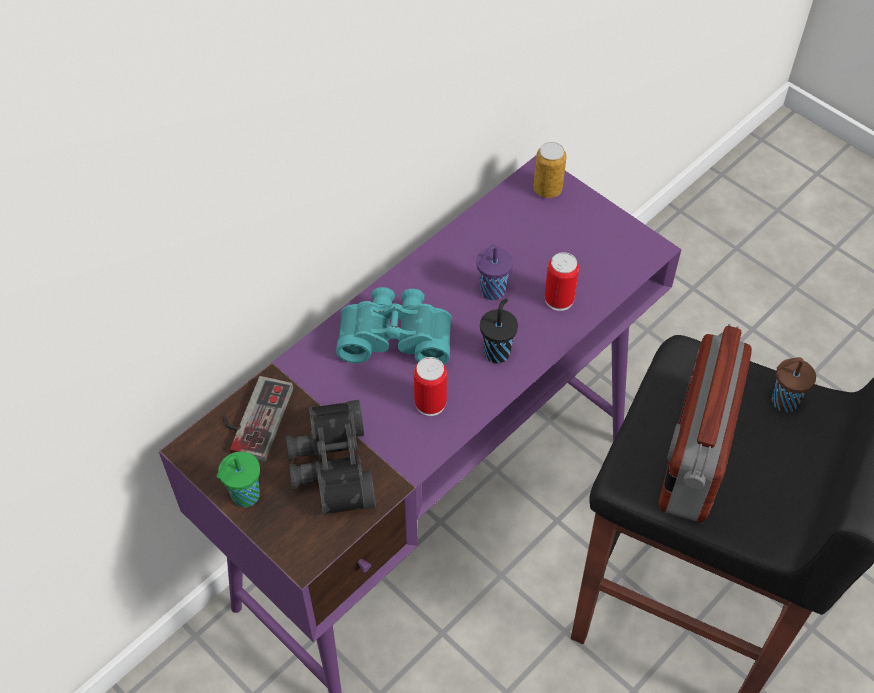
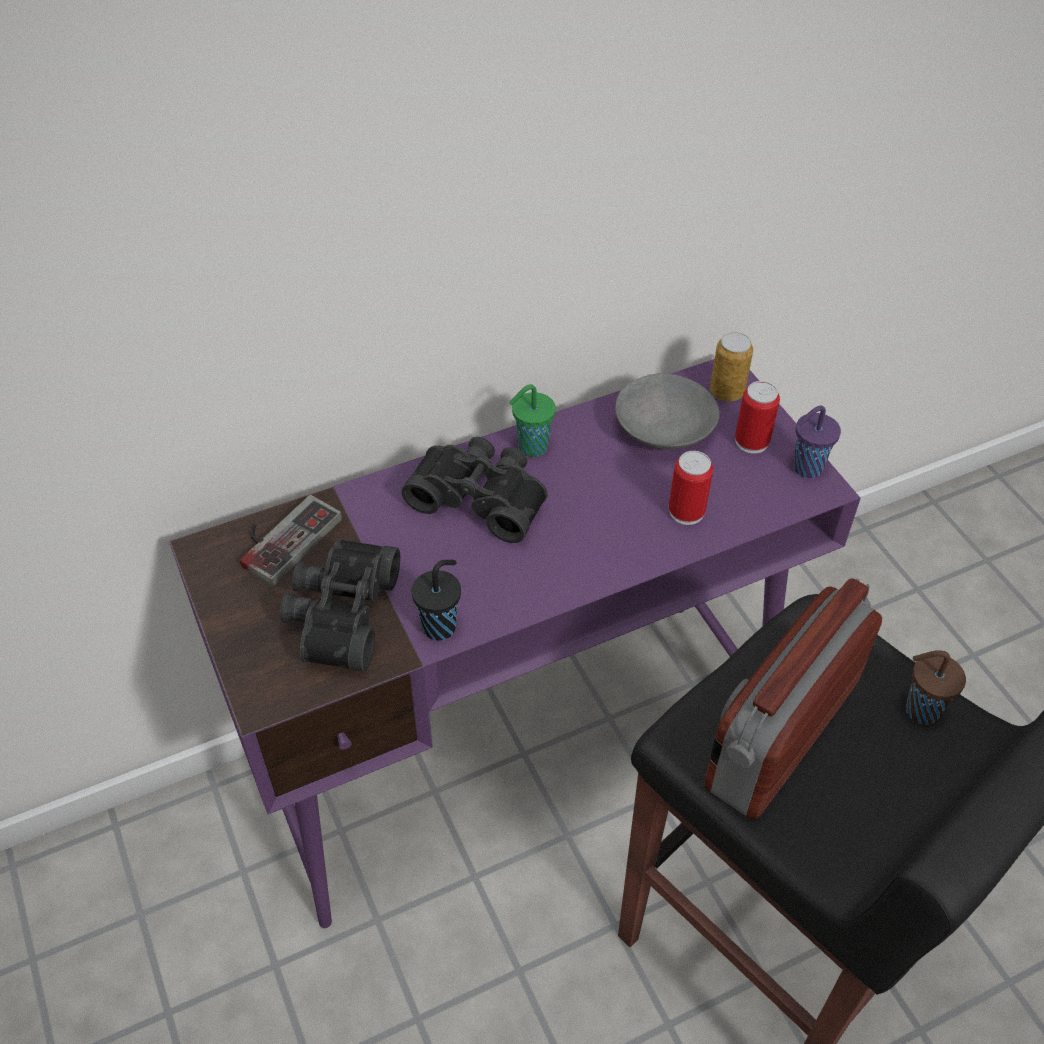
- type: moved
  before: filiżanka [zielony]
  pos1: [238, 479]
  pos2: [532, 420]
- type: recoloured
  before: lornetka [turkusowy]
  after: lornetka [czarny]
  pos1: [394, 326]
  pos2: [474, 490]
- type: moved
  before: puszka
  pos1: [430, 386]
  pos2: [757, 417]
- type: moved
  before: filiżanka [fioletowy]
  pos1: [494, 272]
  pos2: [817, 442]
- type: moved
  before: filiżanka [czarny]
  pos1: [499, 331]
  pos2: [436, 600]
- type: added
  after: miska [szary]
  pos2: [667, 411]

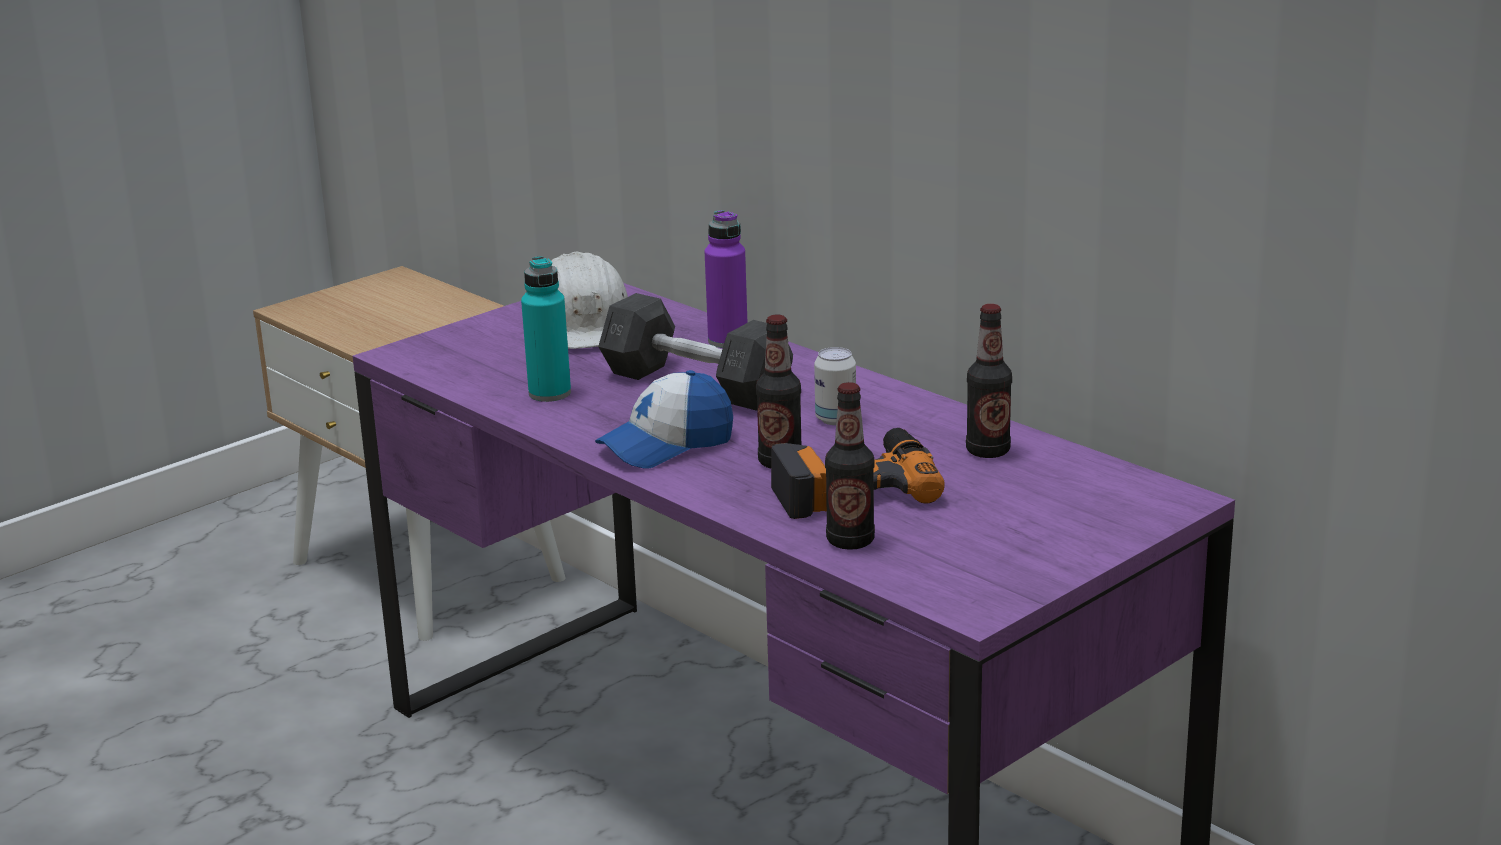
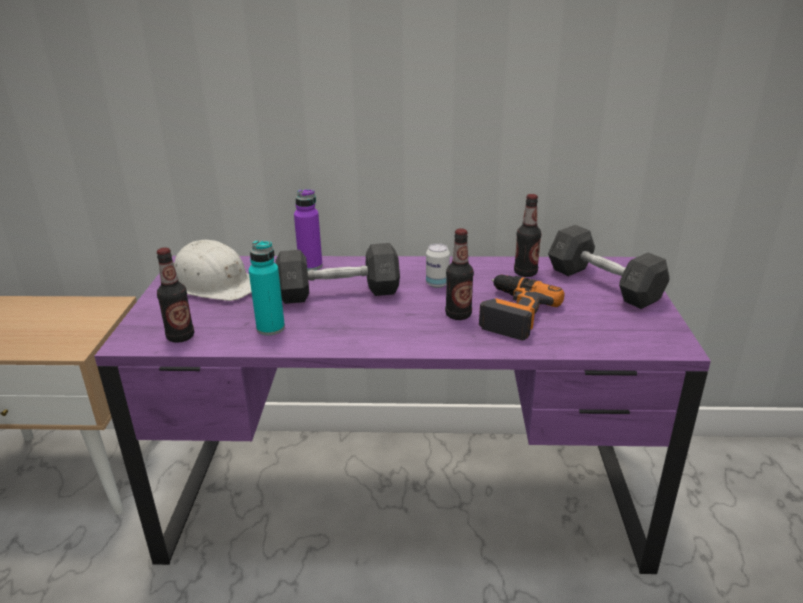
- type: removed
  before: czapka z daszkiem
  pos1: [664, 419]
- type: moved
  before: butelka
  pos1: [850, 466]
  pos2: [175, 295]
- type: added
  after: hantel [szary]
  pos2: [608, 267]

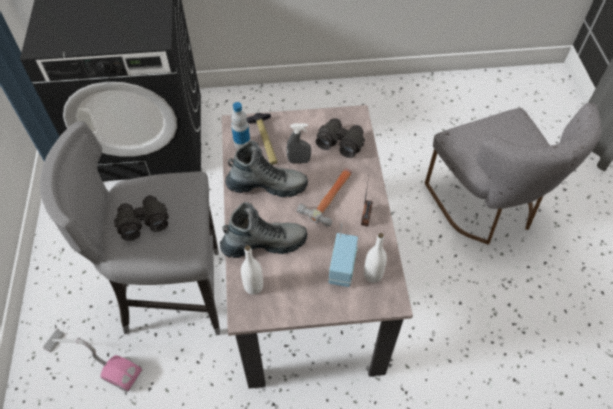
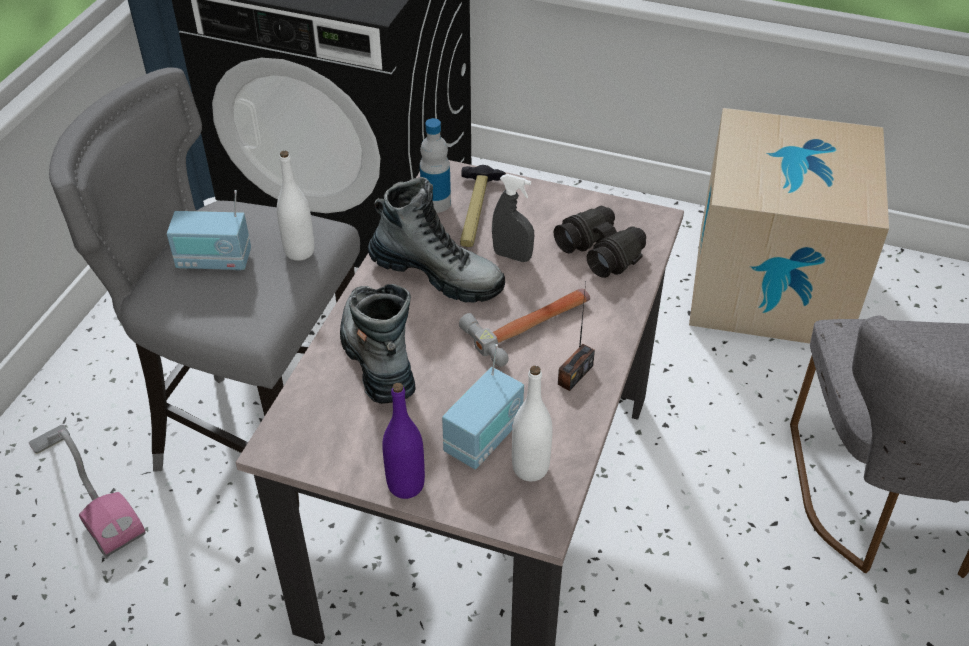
- type: replaced
  before: lornetka [czarny]
  after: radio
  pos1: [141, 218]
  pos2: [209, 230]
- type: turned
  before: but z cholewką
  pos1: [263, 230]
  pos2: [378, 344]
  turn: -120
- type: moved
  before: butelka [biały]
  pos1: [252, 270]
  pos2: [295, 206]
- type: added
  after: butelka [fioletowy]
  pos2: [403, 441]
- type: added
  after: karton
  pos2: [789, 226]

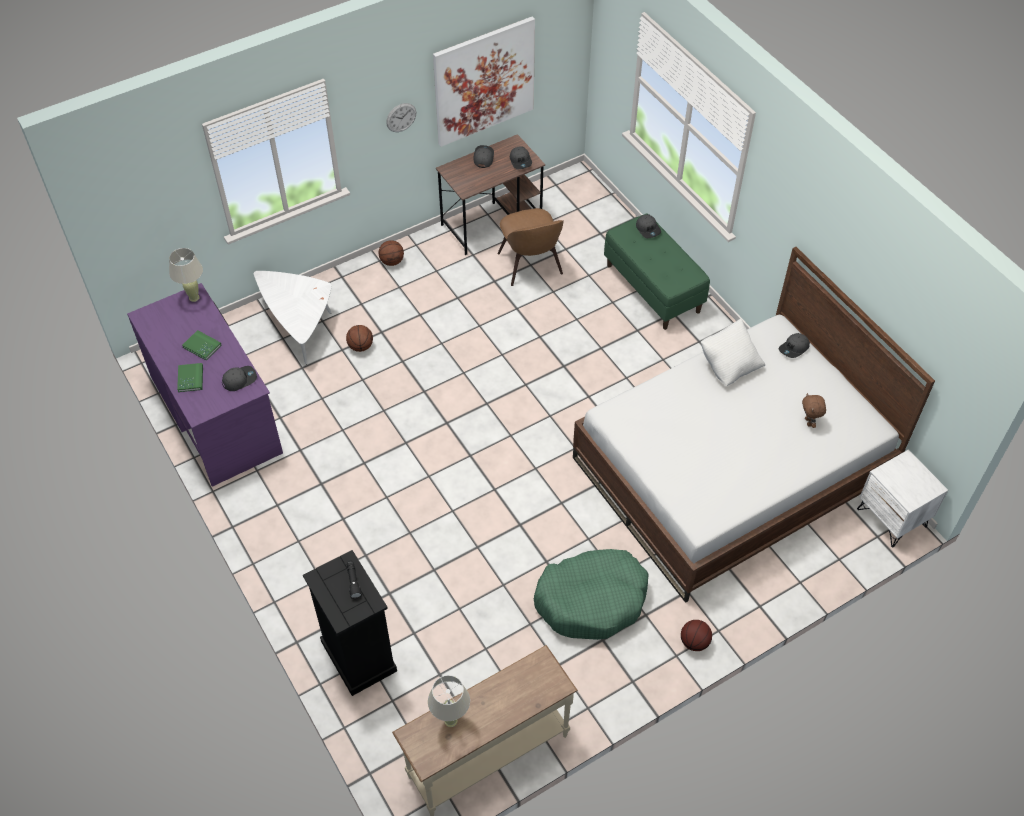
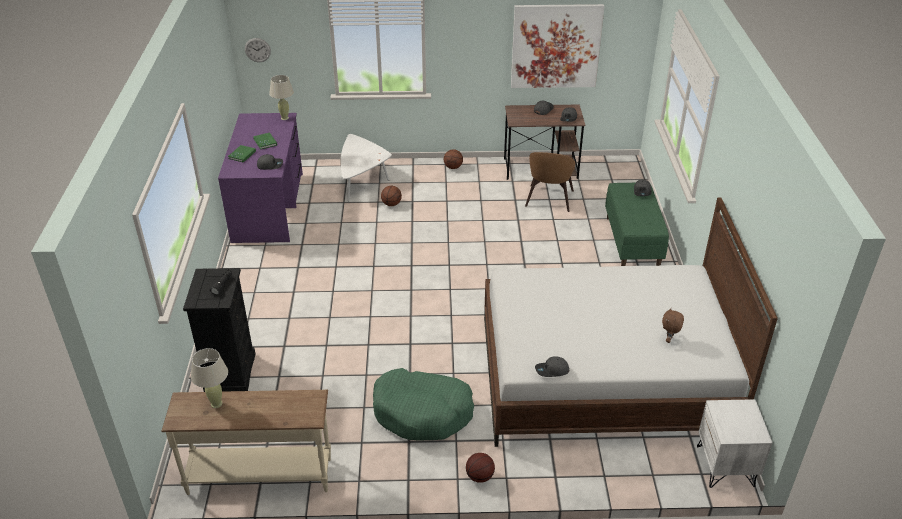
- type: moved
  before: zegar ścienny
  pos1: [401, 117]
  pos2: [258, 50]
- type: removed
  before: poduszka [biały]
  pos1: [733, 352]
- type: moved
  before: czapka z daszkiem [szary]
  pos1: [794, 345]
  pos2: [552, 366]

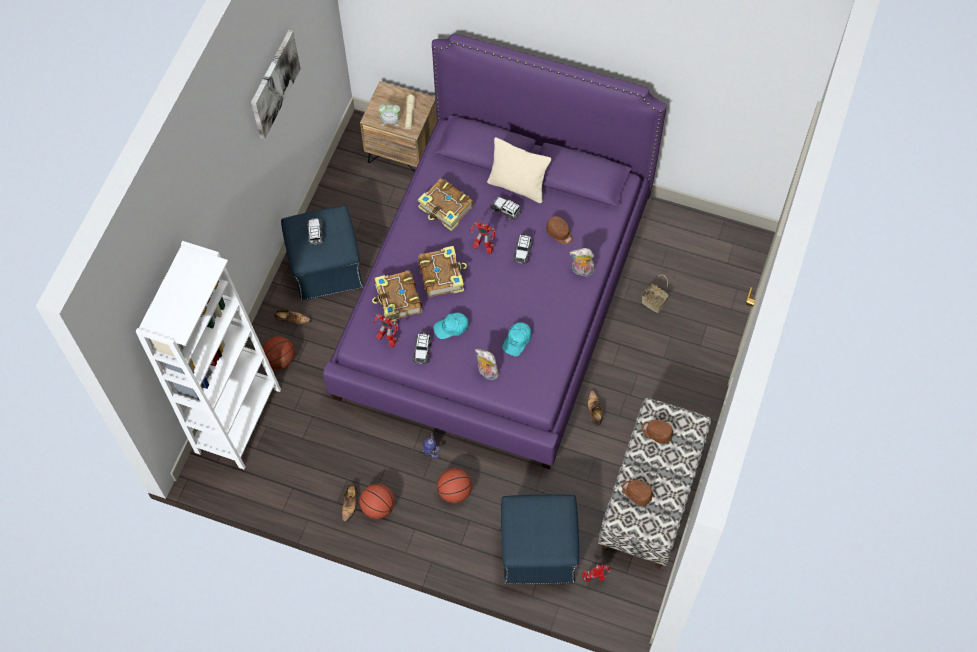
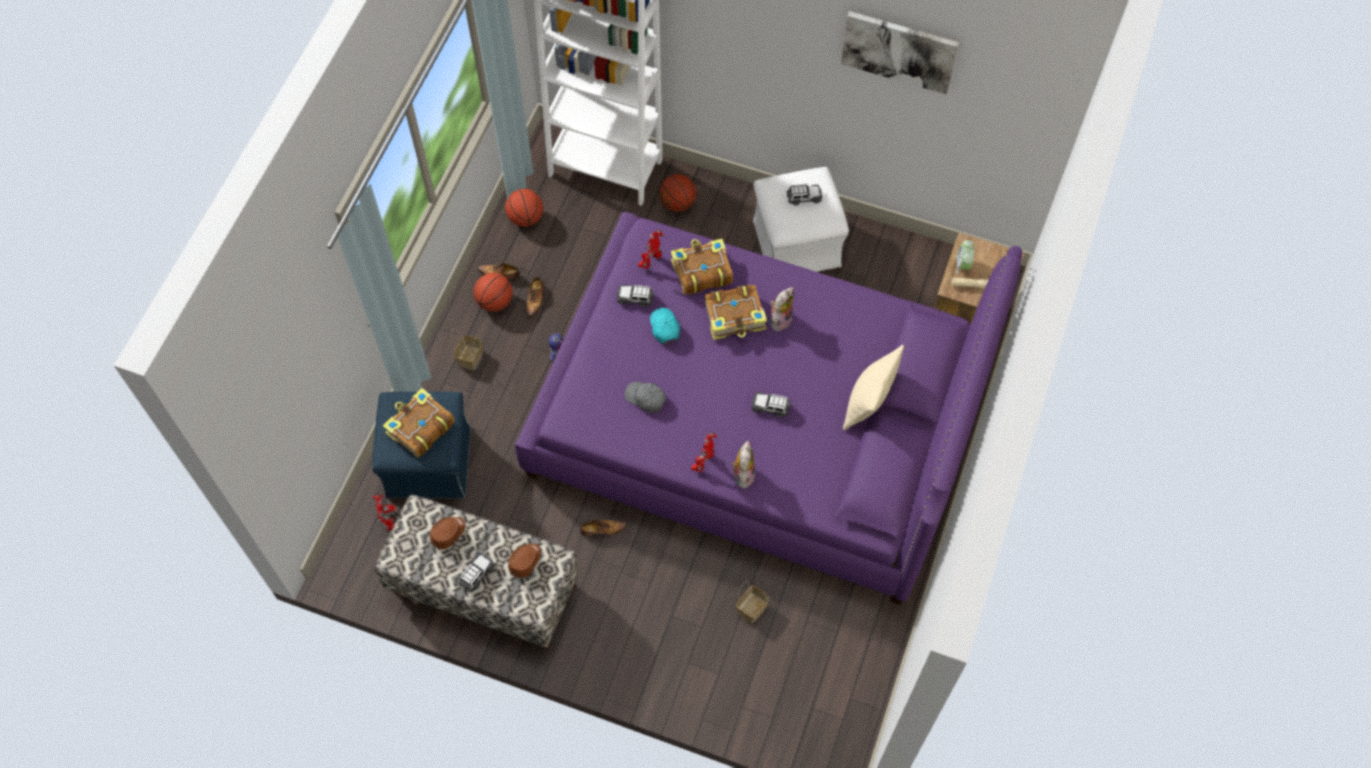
- type: moved
  before: but
  pos1: [292, 317]
  pos2: [535, 297]
- type: recoloured
  before: pufa [niebieski]
  after: pufa [biały]
  pos1: [322, 253]
  pos2: [801, 219]
- type: moved
  before: książka
  pos1: [445, 204]
  pos2: [419, 423]
- type: moved
  before: piłka do koszykówki
  pos1: [454, 485]
  pos2: [524, 208]
- type: moved
  before: robot zabawkowy
  pos1: [483, 237]
  pos2: [704, 452]
- type: moved
  before: pluszak
  pos1: [487, 364]
  pos2: [782, 309]
- type: moved
  before: samochodzik
  pos1: [506, 208]
  pos2: [476, 572]
- type: recoloured
  before: czapka z daszkiem [turkusowy]
  after: czapka z daszkiem [szary]
  pos1: [516, 339]
  pos2: [645, 397]
- type: removed
  before: czapka z daszkiem [brązowy]
  pos1: [559, 230]
- type: added
  after: koszyk
  pos2: [466, 349]

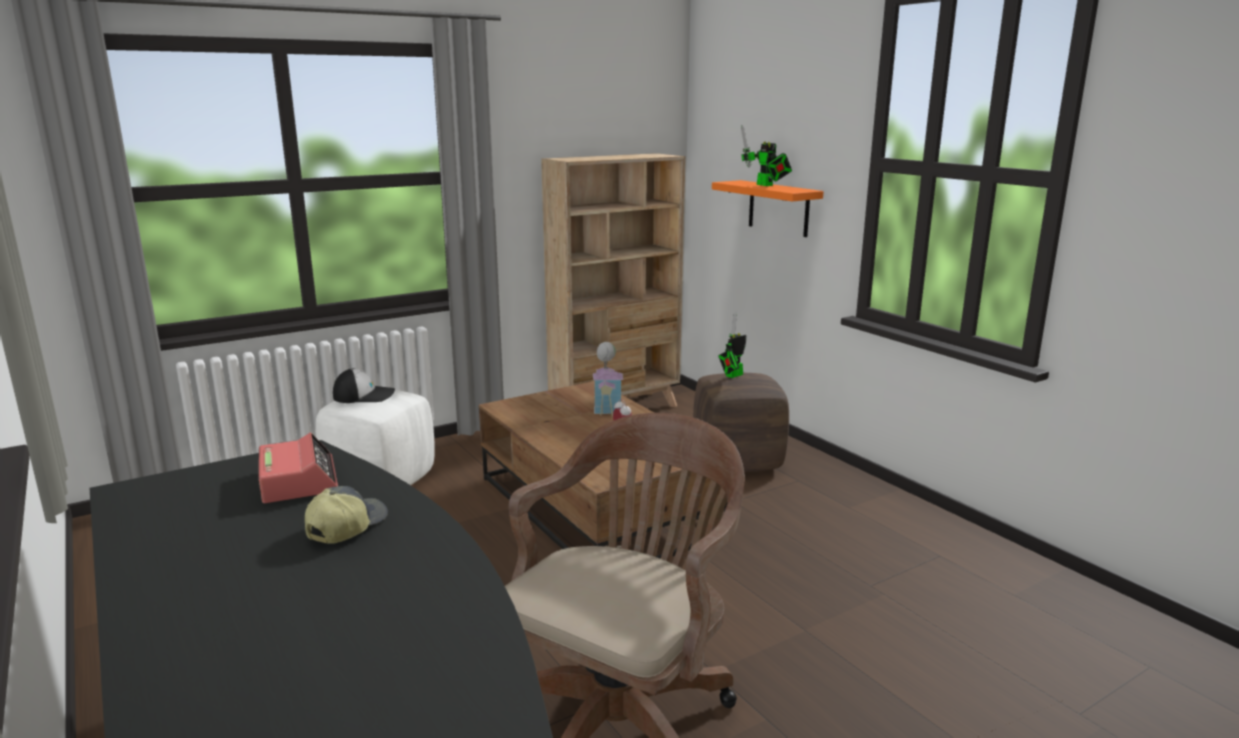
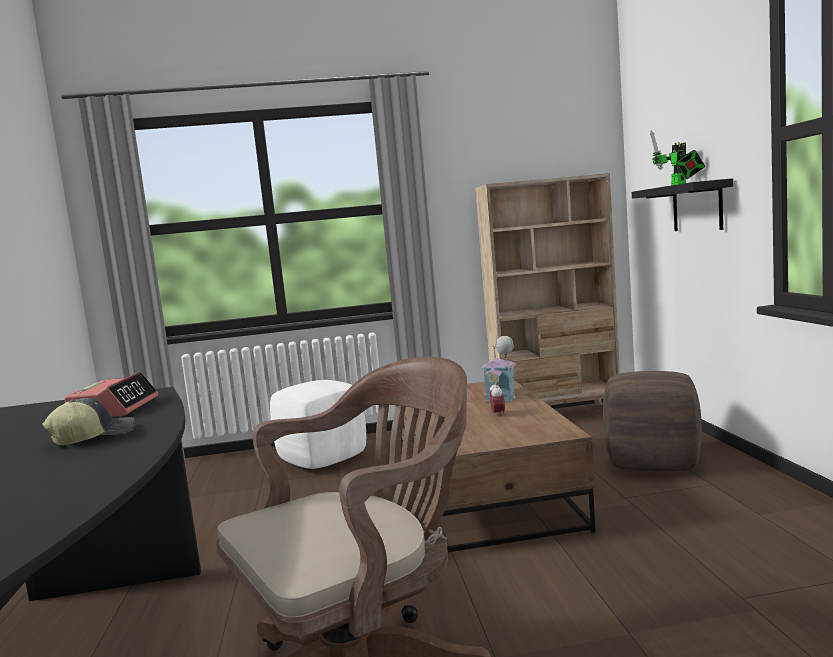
- type: removed
  before: czapka z daszkiem
  pos1: [364, 386]
- type: recoloured
  before: półka [pomarańczowy]
  after: półka [czarny]
  pos1: [768, 208]
  pos2: [682, 204]
- type: removed
  before: robot zabawkowy
  pos1: [732, 344]

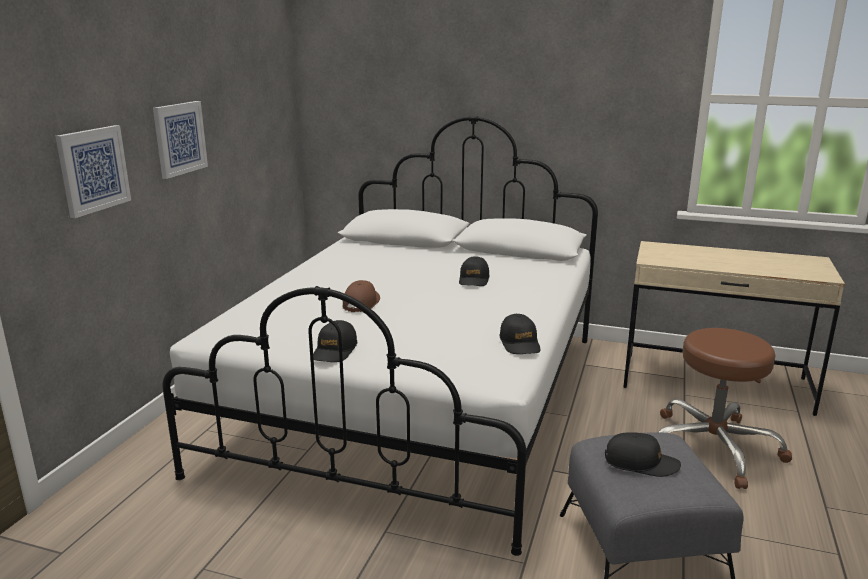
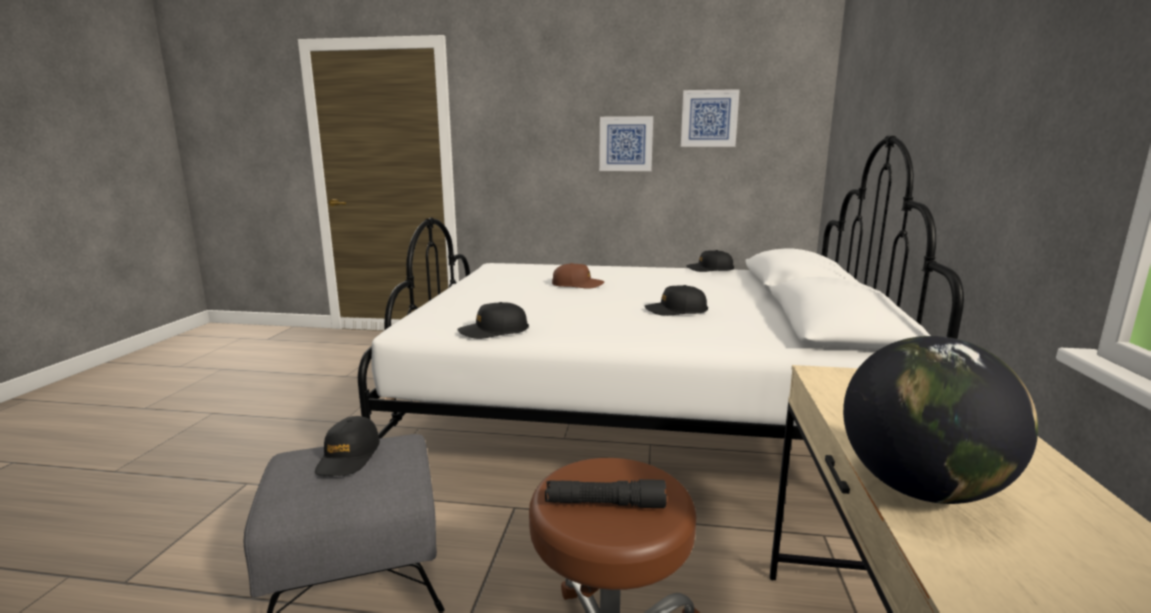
- type: moved
  before: obraz
  pos1: [93, 171]
  pos2: [710, 118]
- type: moved
  before: czapka z daszkiem [czarny]
  pos1: [335, 341]
  pos2: [710, 261]
- type: added
  after: latarka [czarny]
  pos2: [606, 493]
- type: added
  after: globus
  pos2: [940, 420]

